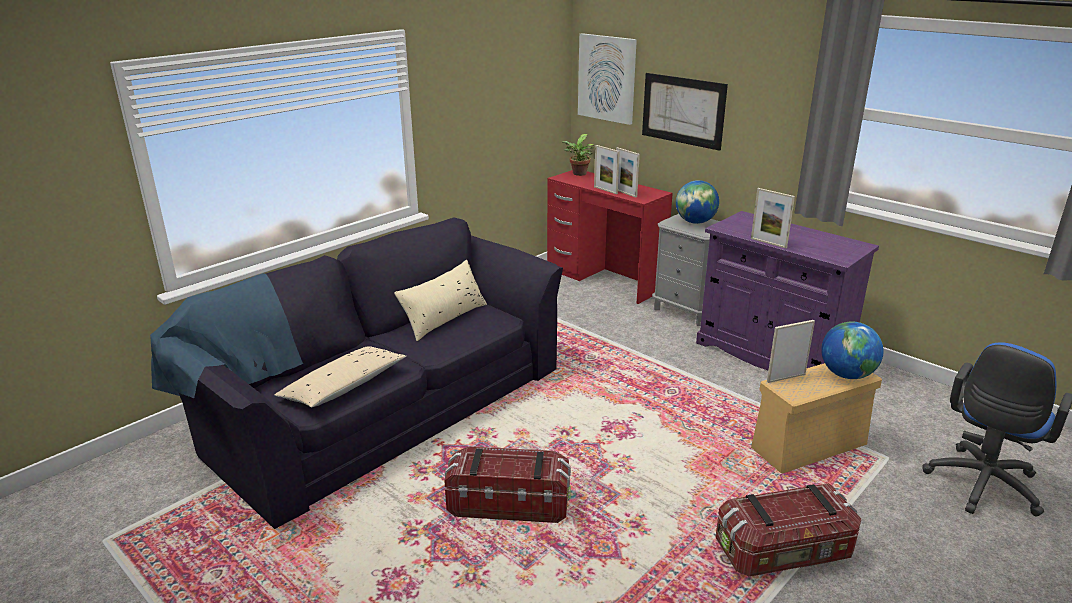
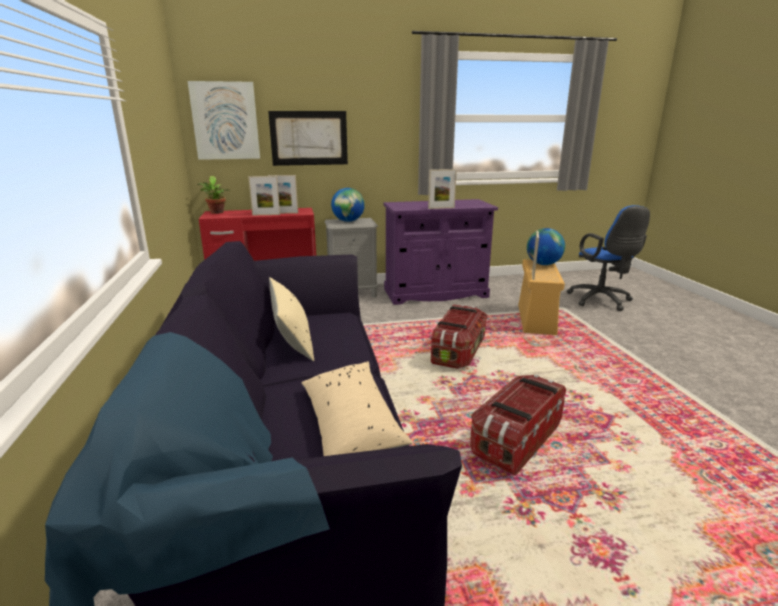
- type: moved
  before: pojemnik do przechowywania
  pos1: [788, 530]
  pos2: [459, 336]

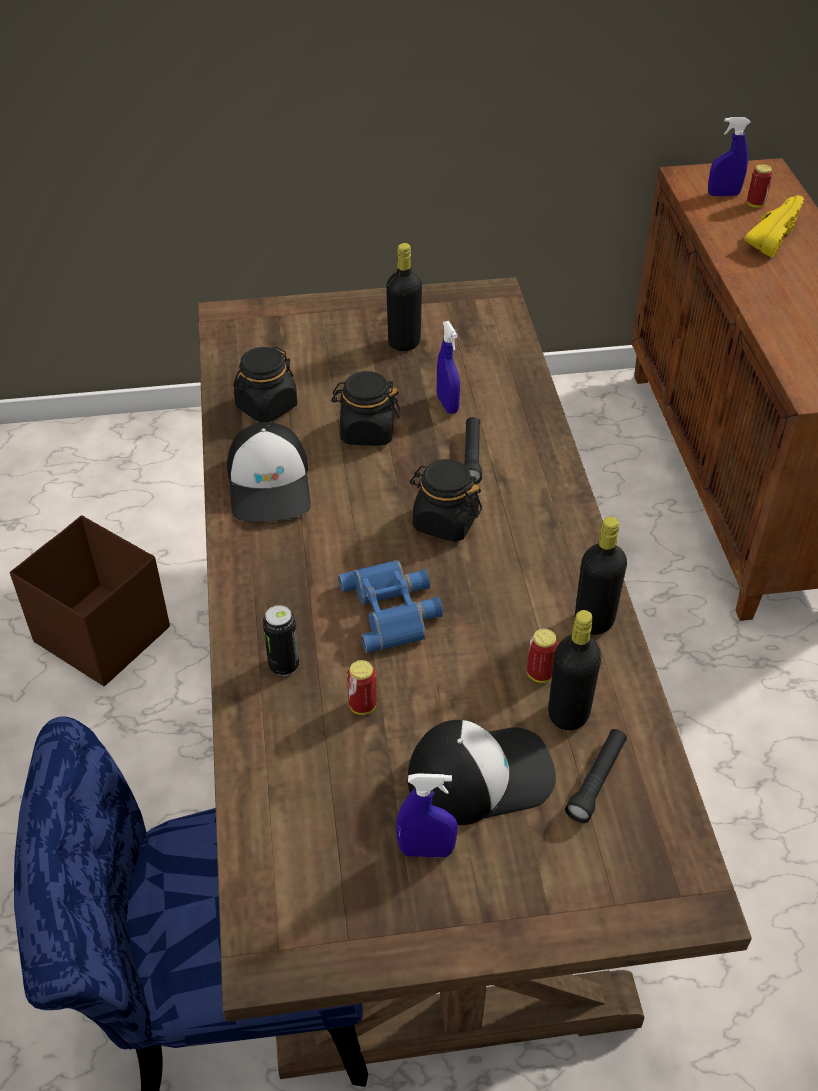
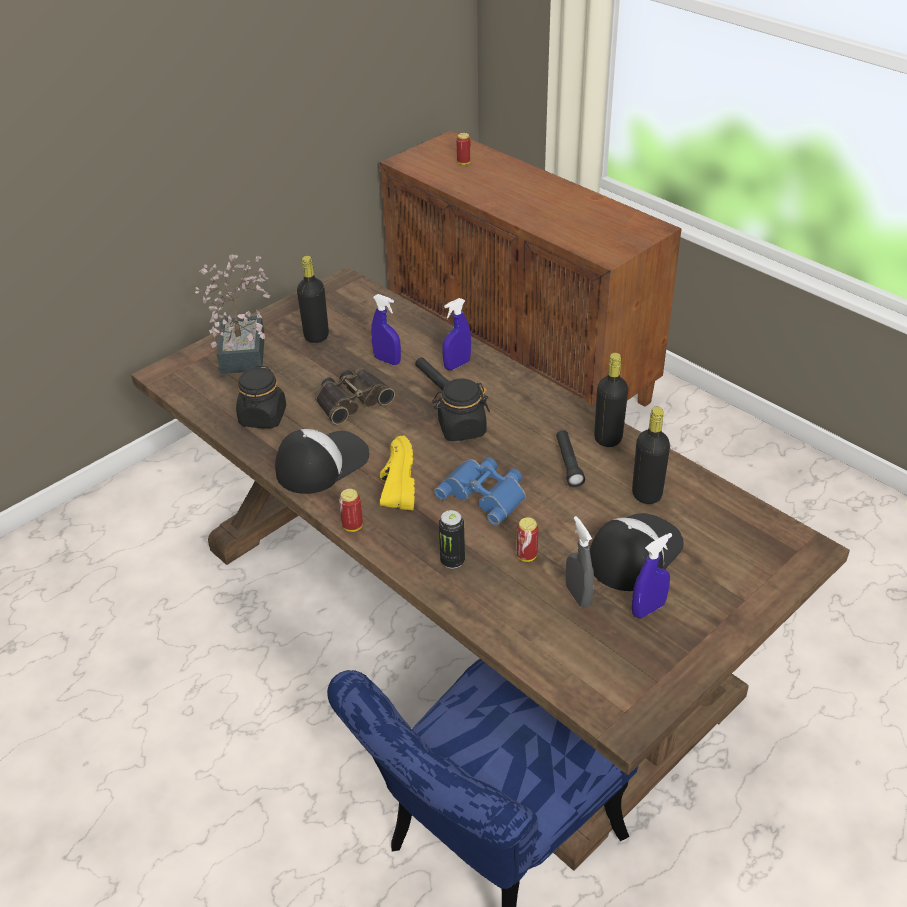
- type: removed
  before: pojemnik do przechowywania [brązowy]
  pos1: [90, 601]
- type: turned
  before: czapka z daszkiem
  pos1: [269, 472]
  pos2: [322, 461]
  turn: -90
- type: replaced
  before: słoik [czarny]
  after: lornetka
  pos1: [366, 408]
  pos2: [355, 396]
- type: moved
  before: puszka
  pos1: [542, 656]
  pos2: [351, 510]
- type: moved
  before: latarka [czarny]
  pos1: [596, 776]
  pos2: [570, 458]
- type: moved
  before: spryskiwacz [niebieski]
  pos1: [729, 156]
  pos2: [456, 334]
- type: moved
  before: but [żółty]
  pos1: [774, 226]
  pos2: [397, 473]
- type: added
  after: roślina doniczkowa
  pos2: [232, 314]
- type: added
  after: spryskiwacz [szary]
  pos2: [579, 562]

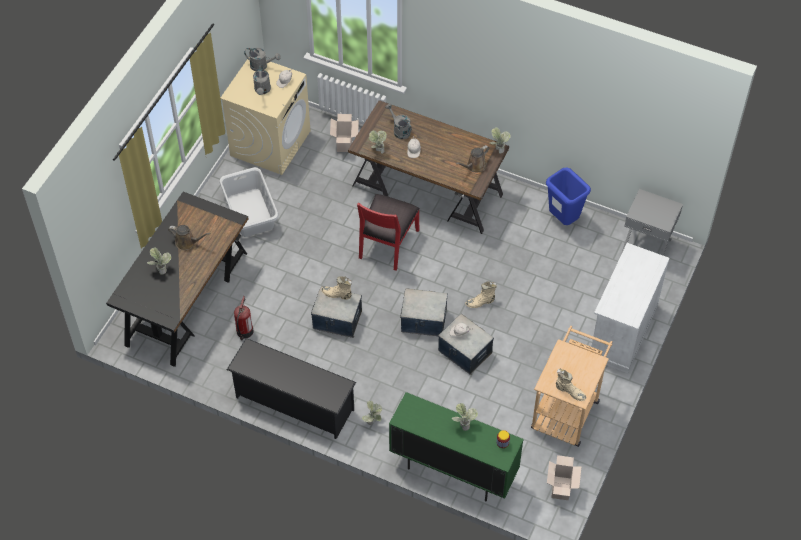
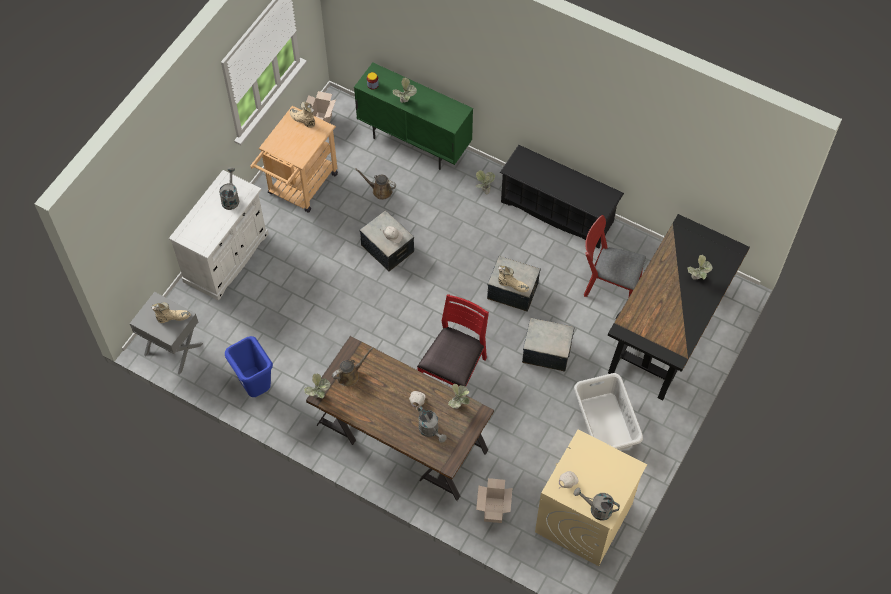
- type: moved
  before: konewka [brązowy]
  pos1: [189, 237]
  pos2: [375, 184]
- type: replaced
  before: gaśnica
  after: krzesło [czerwony]
  pos1: [243, 318]
  pos2: [615, 256]
- type: moved
  before: konewka [szary]
  pos1: [262, 80]
  pos2: [229, 189]
- type: moved
  before: pojemnik do przechowywania
  pos1: [424, 312]
  pos2: [548, 345]
- type: moved
  before: but z cholewką [beżowy]
  pos1: [481, 294]
  pos2: [170, 312]

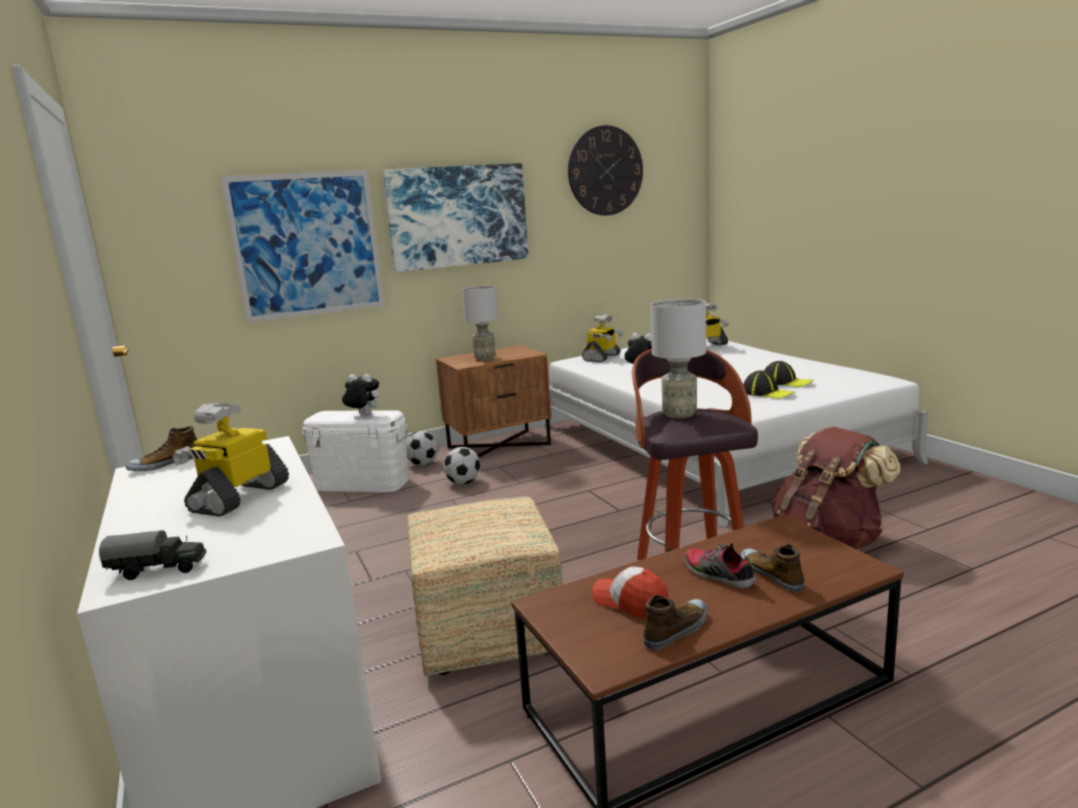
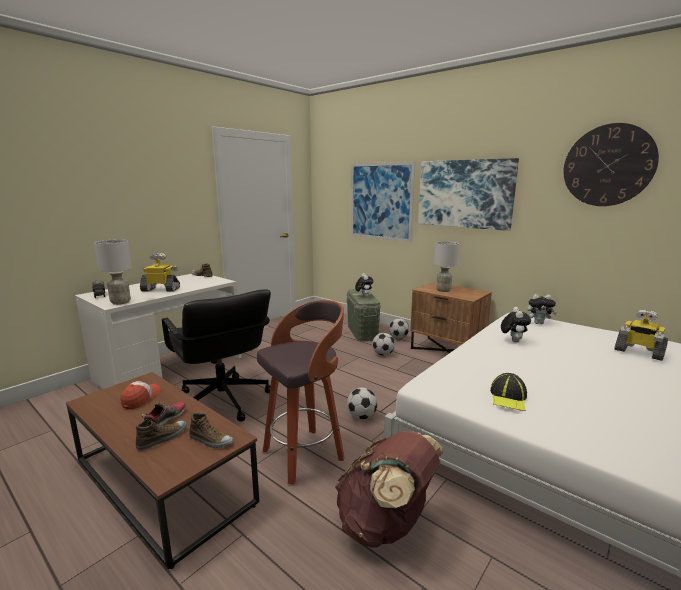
- type: recoloured
  before: pojemnik do przechowywania [biały]
  after: pojemnik do przechowywania [zielony]
  pos1: [355, 451]
  pos2: [364, 315]
- type: replaced
  before: pufa
  after: krzesło biurowe [czarny]
  pos1: [485, 586]
  pos2: [216, 355]
- type: replaced
  before: robot zabawkowy
  after: pluszak
  pos1: [602, 338]
  pos2: [541, 309]
- type: moved
  before: but
  pos1: [675, 622]
  pos2: [211, 430]
- type: moved
  before: lampa stołowa [szary]
  pos1: [678, 358]
  pos2: [113, 272]
- type: removed
  before: czapka z daszkiem
  pos1: [789, 374]
- type: added
  after: piłka futbolowa
  pos2: [362, 403]

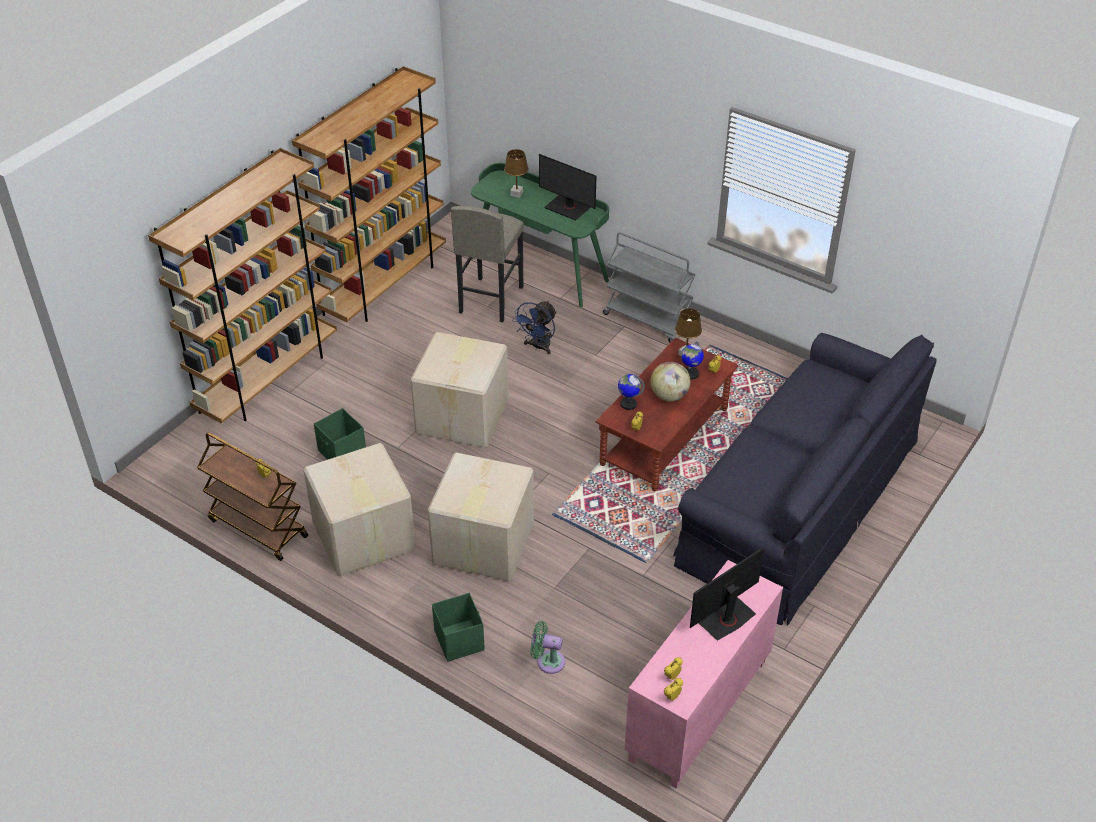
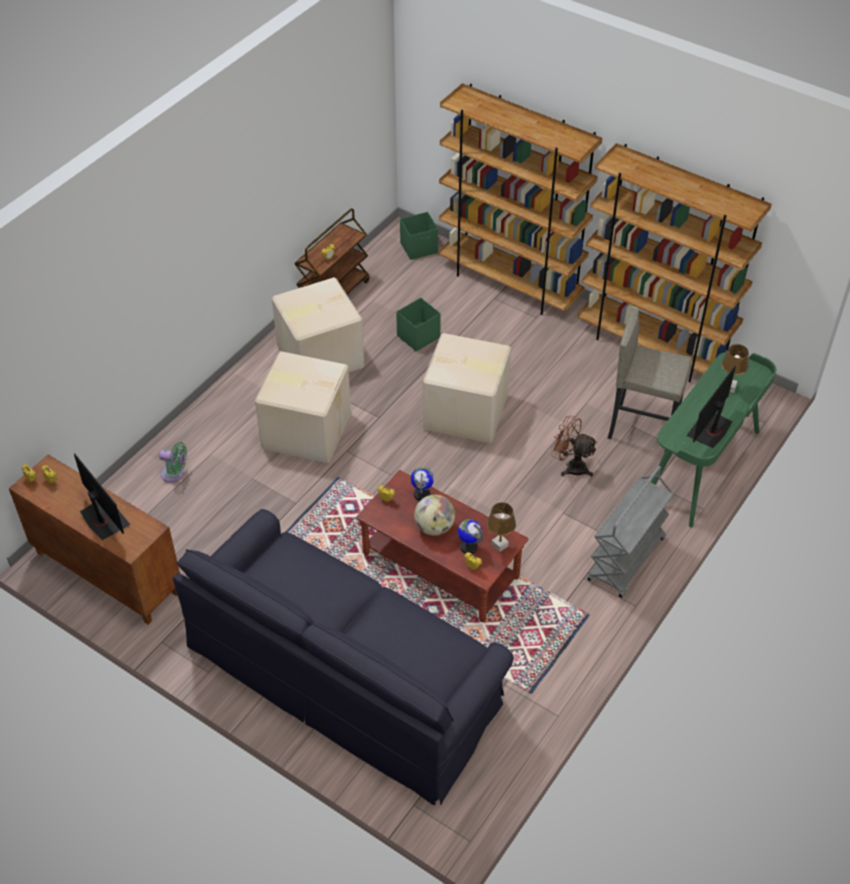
- type: moved
  before: pojemnik do przechowywania [zielony]
  pos1: [458, 627]
  pos2: [419, 236]
- type: recoloured
  before: wentylator [niebieski]
  after: wentylator [brązowy]
  pos1: [534, 327]
  pos2: [574, 446]
- type: turned
  before: wentylator [zielony]
  pos1: [548, 647]
  pos2: [173, 462]
  turn: 90
- type: recoloured
  before: szafka [różowy]
  after: szafka [brązowy]
  pos1: [703, 674]
  pos2: [94, 539]

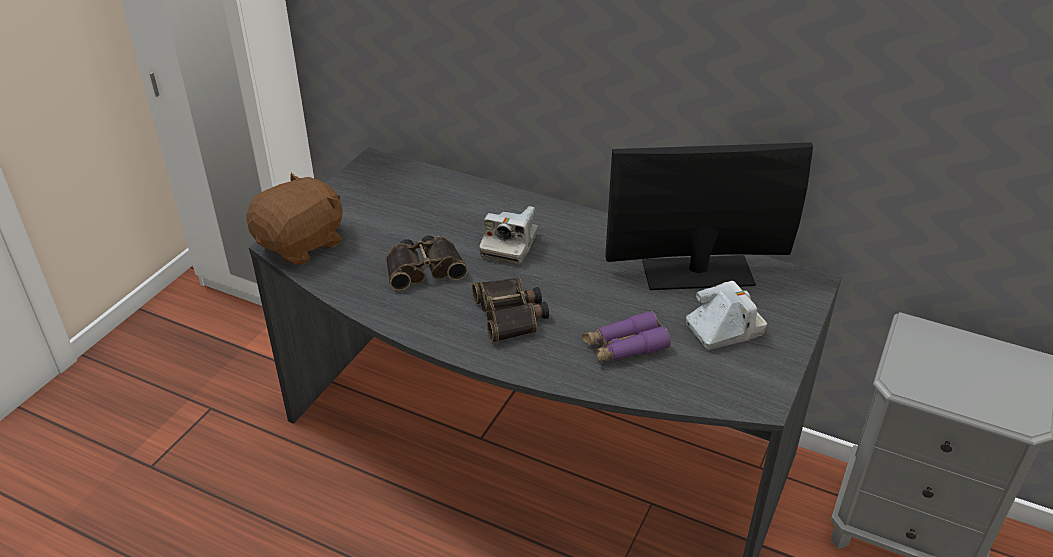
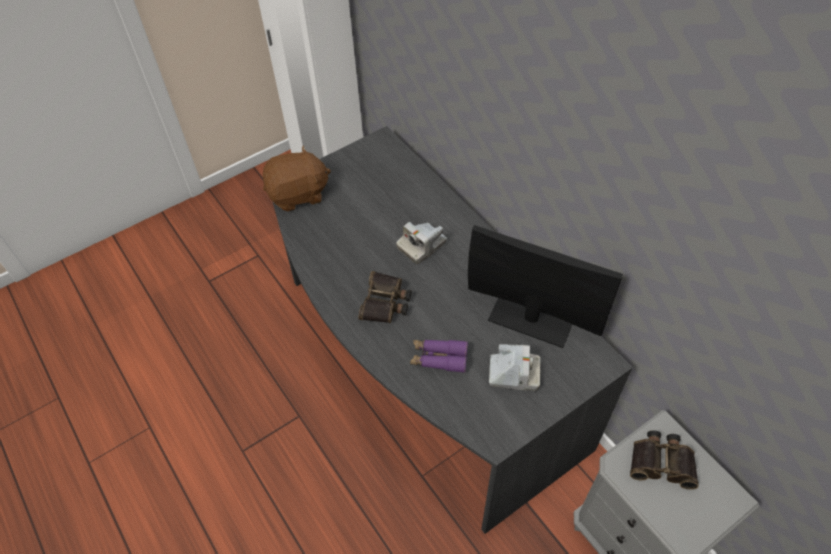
- type: moved
  before: lornetka
  pos1: [427, 263]
  pos2: [664, 460]

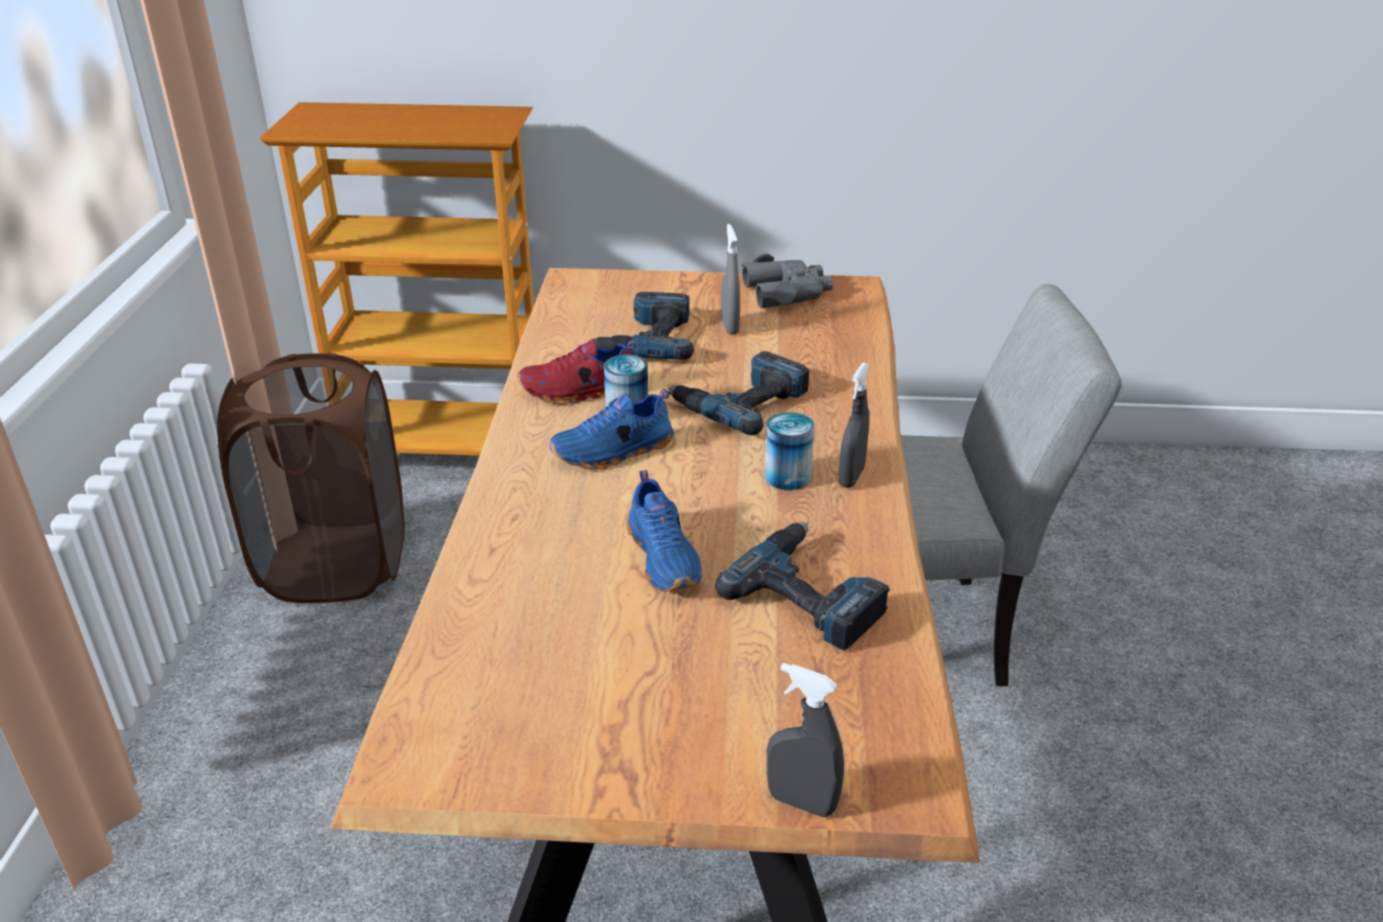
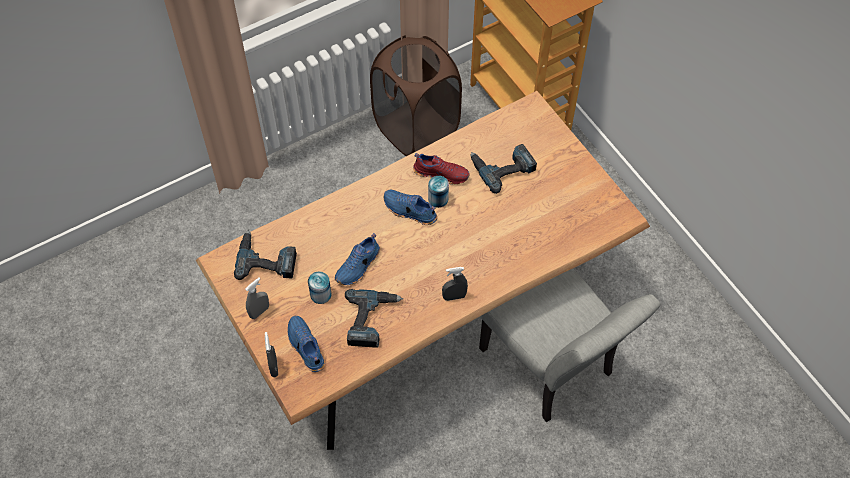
- type: turned
  before: but [czerwony]
  pos1: [577, 372]
  pos2: [441, 168]
  turn: 150
- type: moved
  before: wiertarka
  pos1: [738, 393]
  pos2: [265, 255]
- type: moved
  before: spryskiwacz [szary]
  pos1: [730, 279]
  pos2: [257, 298]
- type: removed
  before: lornetka [szary]
  pos1: [787, 280]
- type: moved
  before: puszka
  pos1: [790, 451]
  pos2: [319, 288]
- type: added
  after: but [niebieski]
  pos2: [306, 344]

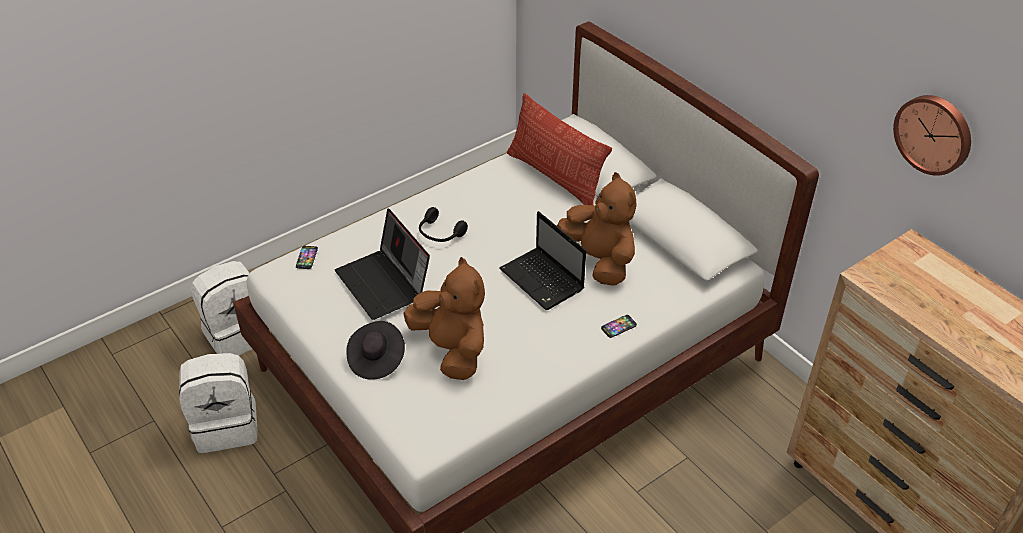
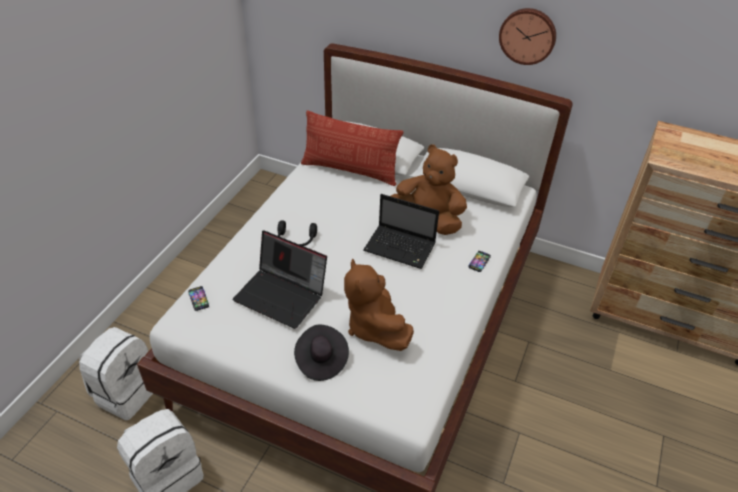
- type: turned
  before: pluszak [brązowy]
  pos1: [444, 318]
  pos2: [379, 305]
  turn: -135
- type: moved
  before: zegar ścienny
  pos1: [932, 135]
  pos2: [527, 36]

